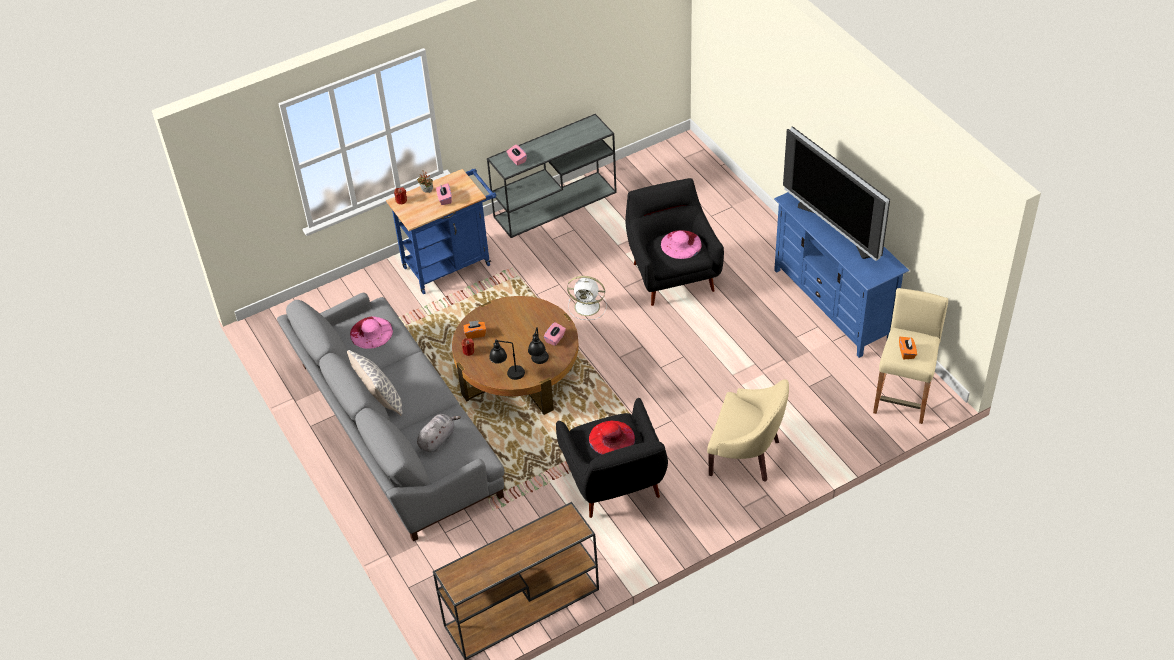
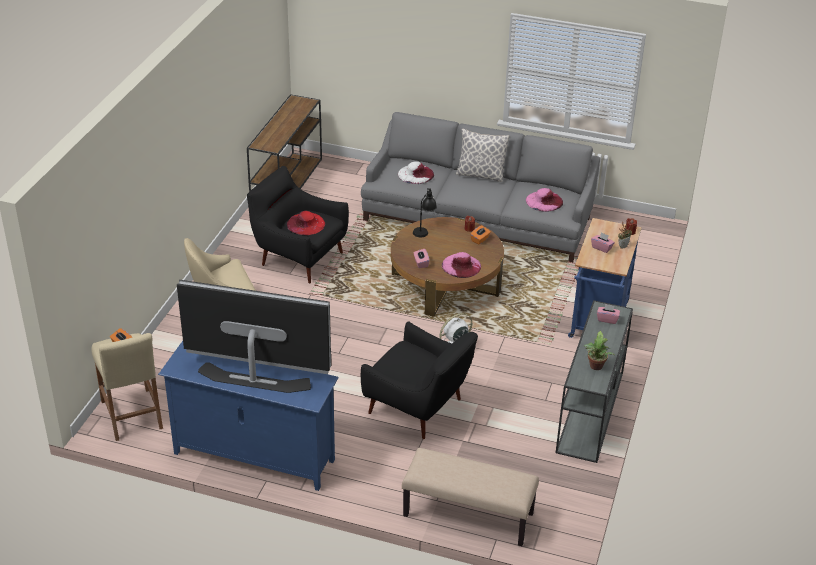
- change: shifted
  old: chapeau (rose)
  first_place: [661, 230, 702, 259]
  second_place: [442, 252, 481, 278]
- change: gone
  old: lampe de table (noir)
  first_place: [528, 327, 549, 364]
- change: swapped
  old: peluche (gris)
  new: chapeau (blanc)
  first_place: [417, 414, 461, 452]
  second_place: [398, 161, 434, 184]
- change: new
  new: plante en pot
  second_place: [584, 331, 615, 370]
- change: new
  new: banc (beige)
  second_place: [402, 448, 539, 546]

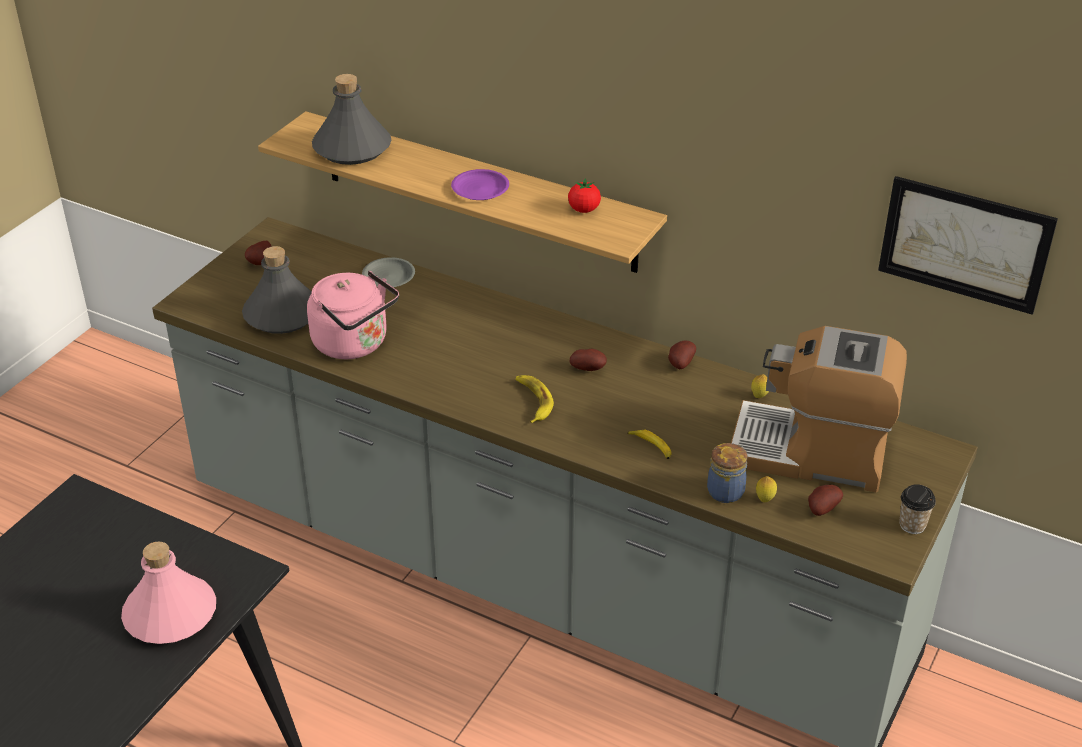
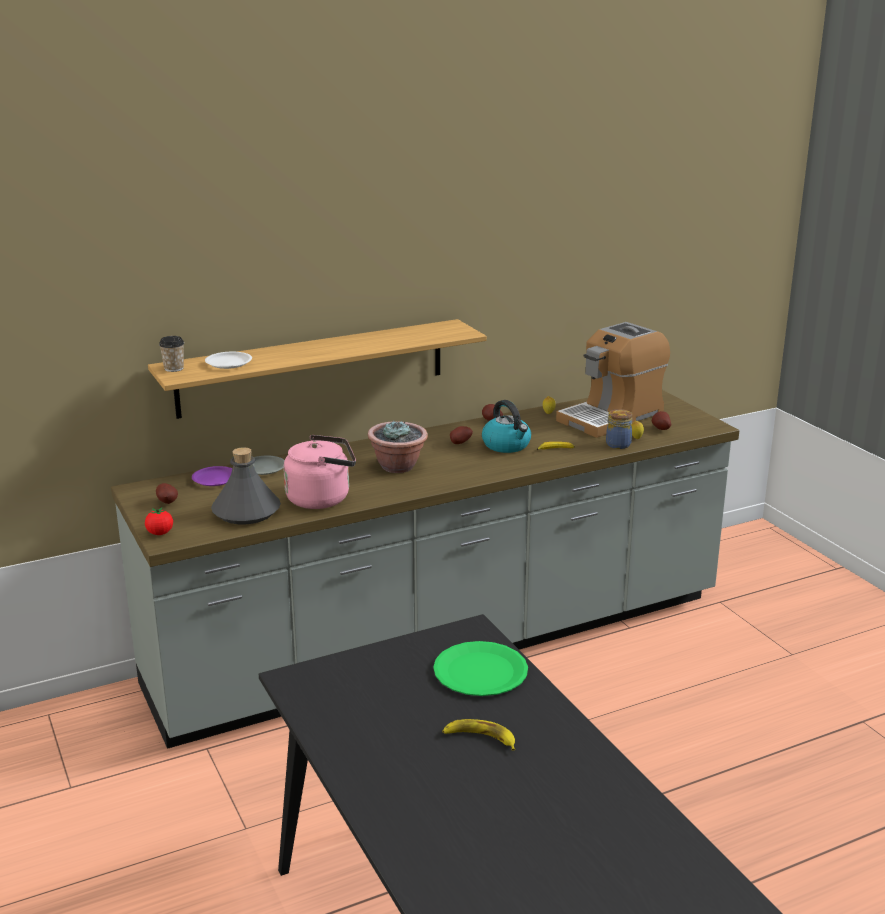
- change: swapped
  old: bouteille (gris)
  new: assiette (blanc)
  first_place: [312, 74, 392, 165]
  second_place: [205, 352, 252, 369]
- change: shifted
  old: assiette (violet)
  first_place: [451, 169, 509, 200]
  second_place: [192, 466, 233, 486]
- change: gone
  old: tableau
  first_place: [878, 176, 1058, 315]
- change: shifted
  old: tomate
  first_place: [568, 178, 601, 213]
  second_place: [145, 507, 173, 535]
- change: shifted
  old: banane
  first_place: [516, 375, 554, 423]
  second_place: [442, 719, 515, 751]
- change: shifted
  old: tasse
  first_place: [899, 484, 936, 534]
  second_place: [159, 336, 184, 372]
- change: swapped
  old: bouteille (rose)
  new: assiette (vert)
  first_place: [121, 542, 216, 644]
  second_place: [433, 641, 528, 696]
- change: new
  new: bouilloire
  second_place: [482, 400, 531, 453]
- change: new
  new: plante en pot
  second_place: [368, 420, 428, 473]

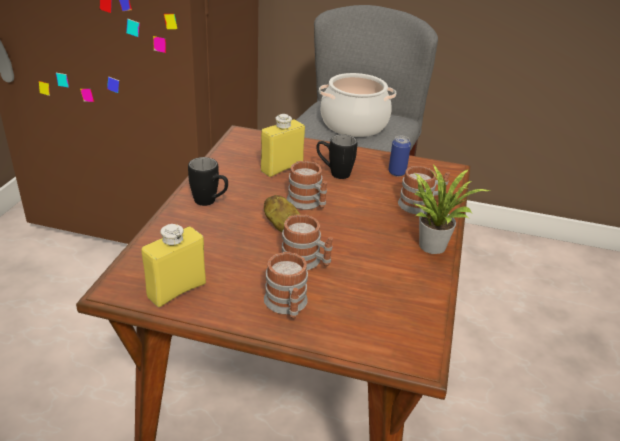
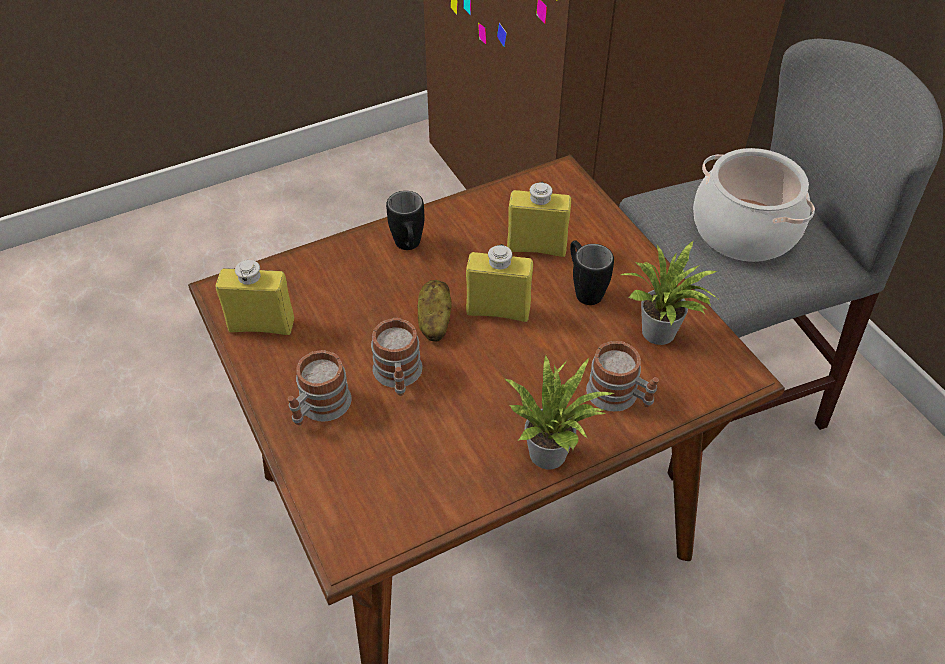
- change: swapped
  old: boîte métallique
  new: plante en pot
  first_place: [388, 136, 411, 177]
  second_place: [621, 241, 720, 345]
- change: swapped
  old: mug
  new: bouteille (jaune)
  first_place: [287, 161, 327, 210]
  second_place: [466, 244, 533, 322]

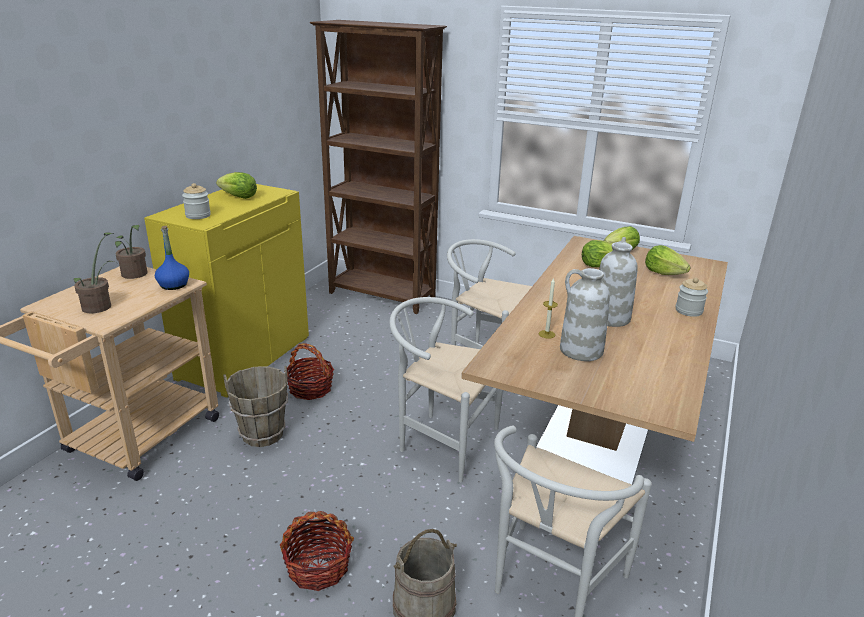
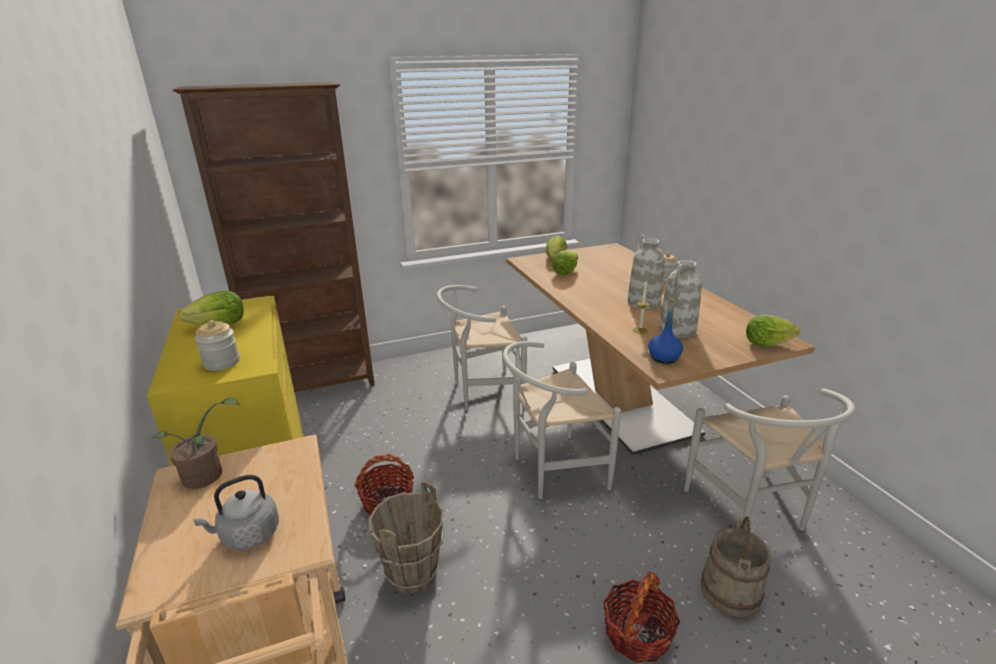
- change: shifted
  old: bouteille (bleu)
  first_place: [155, 226, 189, 290]
  second_place: [648, 298, 683, 364]
- change: swapped
  old: plante en pot
  new: bouilloire (gris)
  first_place: [74, 232, 114, 314]
  second_place: [193, 475, 279, 550]
- change: shifted
  old: laitue
  first_place: [645, 245, 690, 275]
  second_place: [746, 315, 800, 346]

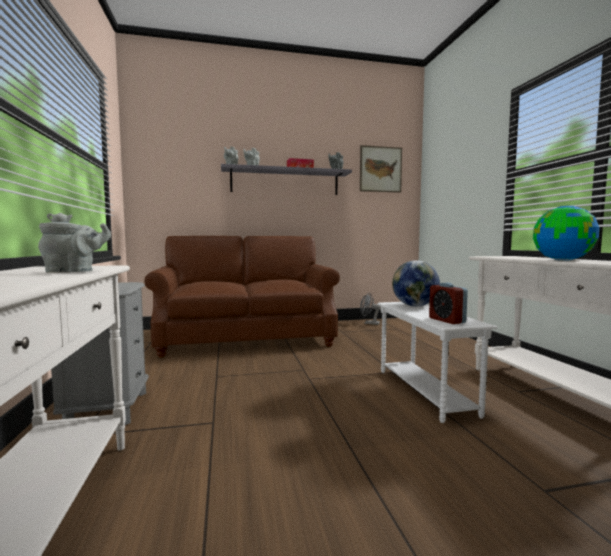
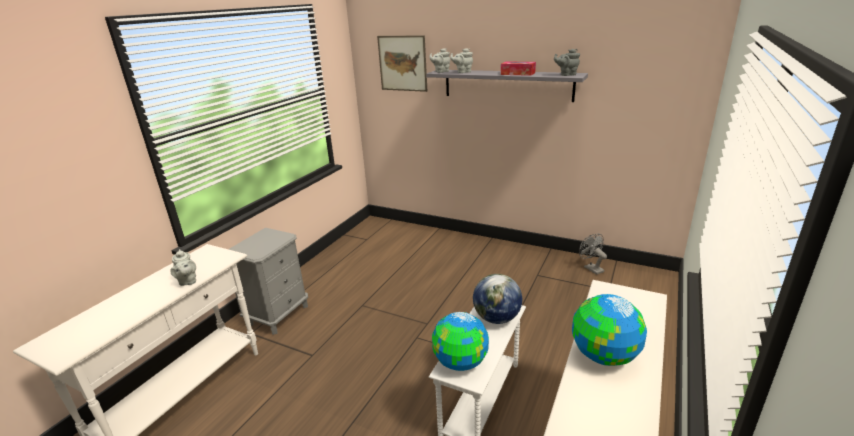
- change: shifted
  old: tableau
  first_place: [360, 145, 402, 193]
  second_place: [377, 35, 427, 92]
- change: rotated
  old: théière (gris)
  first_place: [38, 213, 111, 273]
  second_place: [170, 249, 196, 286]
  degrees: 45
- change: gone
  old: canapé (marron)
  first_place: [144, 236, 340, 357]
- change: swapped
  old: réveil
  new: globe
  first_place: [429, 283, 468, 324]
  second_place: [432, 312, 489, 371]

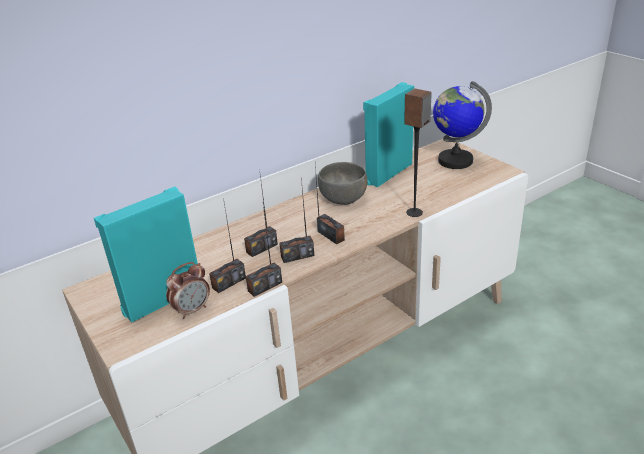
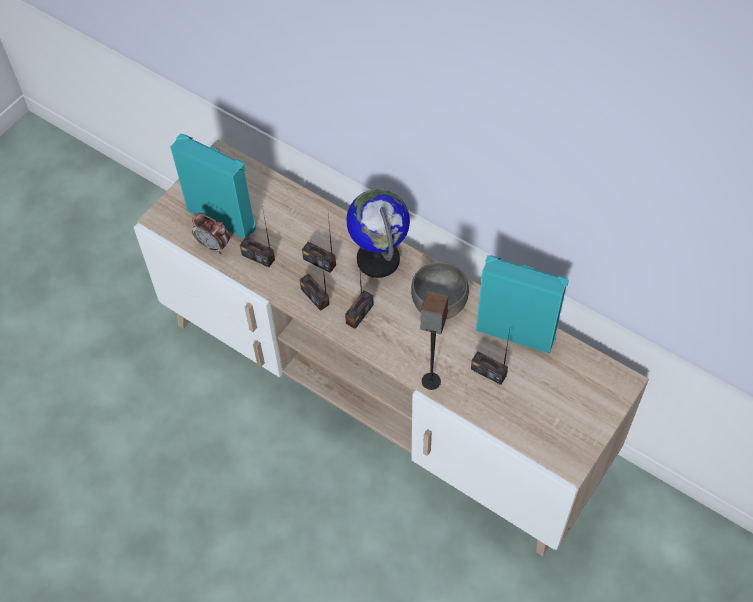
- change: shifted
  old: globe
  first_place: [433, 81, 492, 169]
  second_place: [347, 189, 410, 278]
- change: shifted
  old: radio
  first_place: [246, 206, 282, 297]
  second_place: [471, 330, 510, 385]

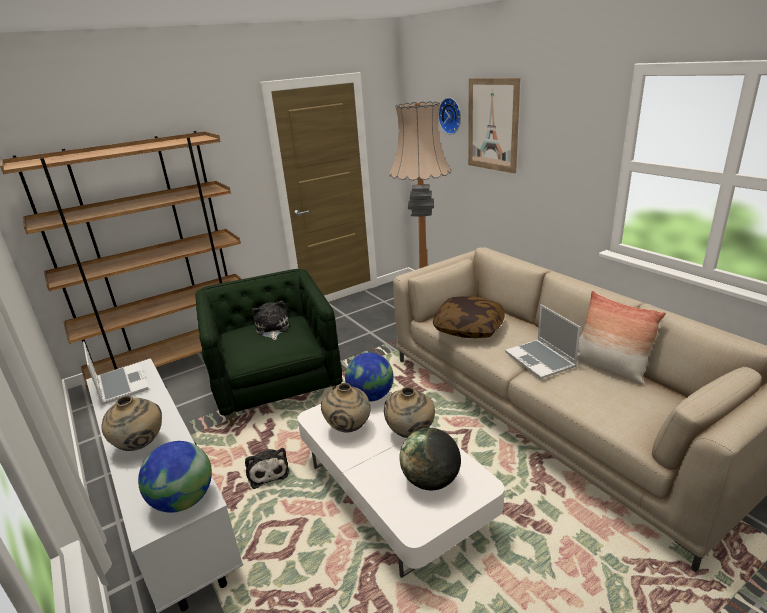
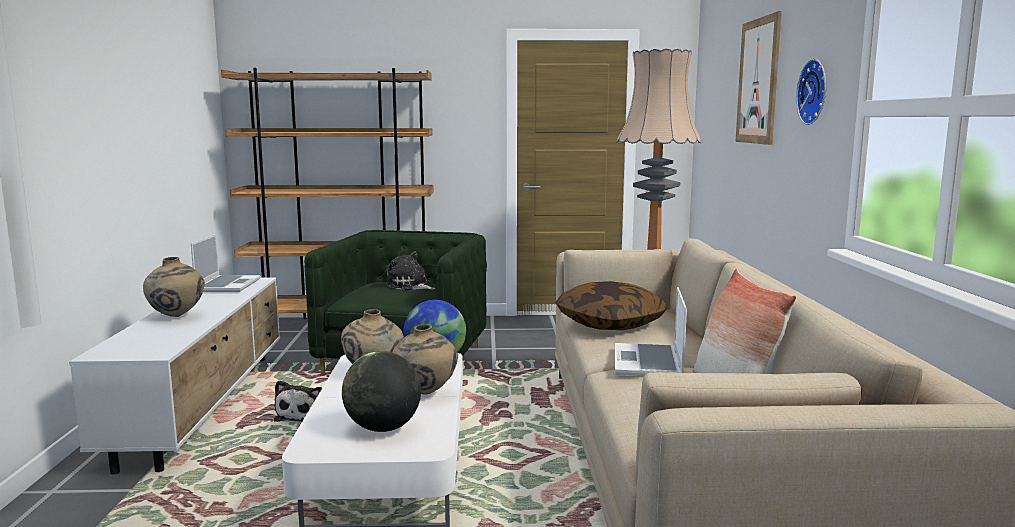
- change: shifted
  old: horloge murale
  first_place: [438, 98, 461, 134]
  second_place: [796, 59, 826, 125]
- change: rotated
  old: peluche
  first_place: [252, 301, 289, 340]
  second_place: [386, 251, 435, 290]
  degrees: -75
- change: gone
  old: globe
  first_place: [138, 441, 212, 513]

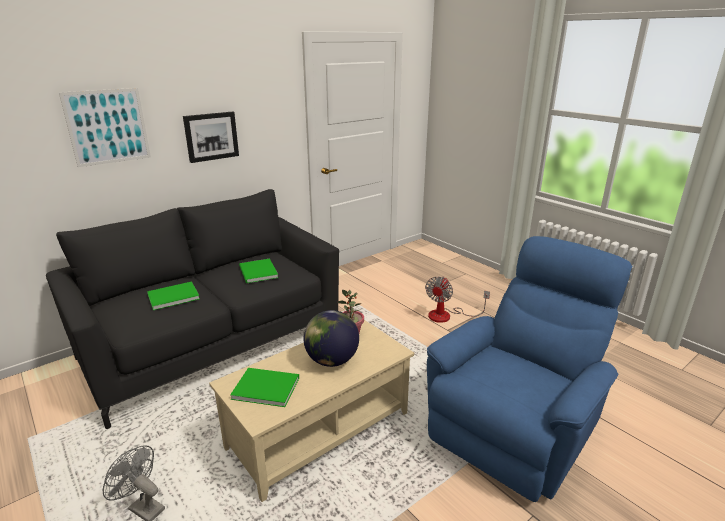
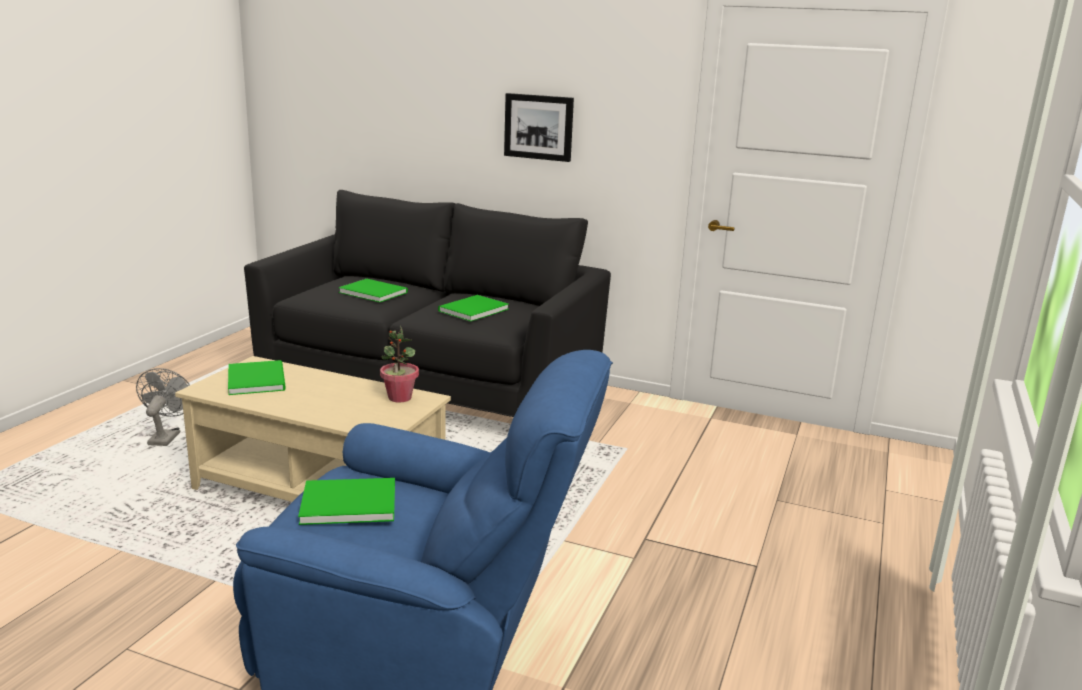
- change: gone
  old: tableau
  first_place: [59, 88, 151, 167]
- change: gone
  old: ventilateur
  first_place: [425, 277, 490, 323]
- change: gone
  old: globe
  first_place: [303, 310, 359, 367]
- change: new
  new: livre (vert)
  second_place: [298, 478, 395, 525]

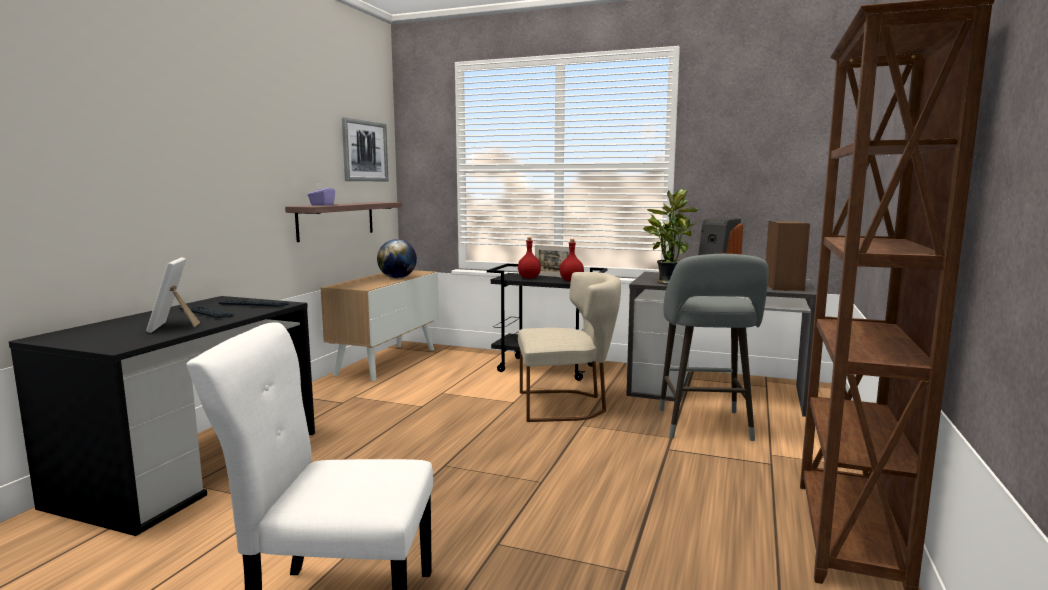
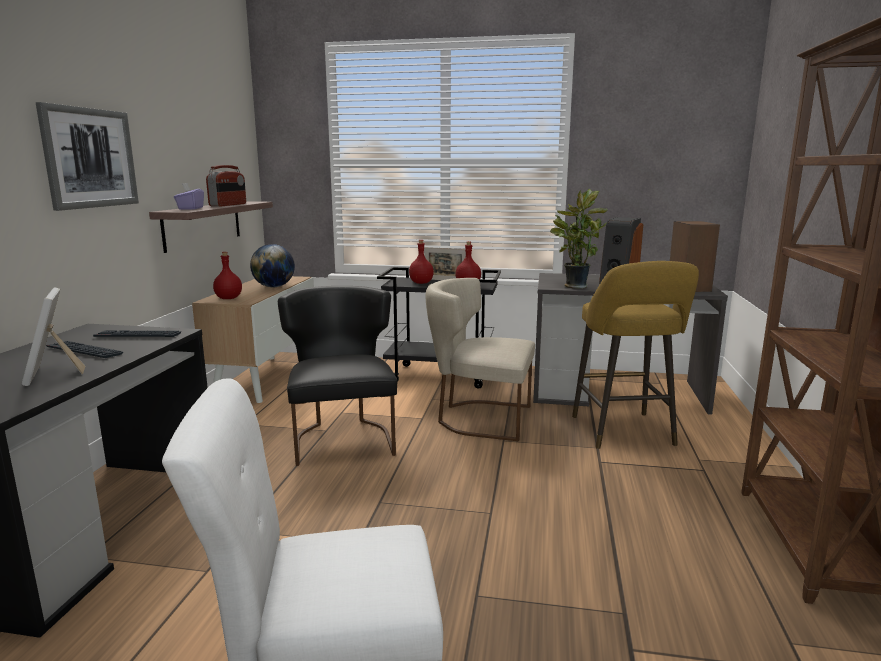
- change: shifted
  old: tableau
  first_place: [342, 117, 388, 181]
  second_place: [36, 102, 139, 211]
- change: repainted
  old: tabouret (gris)
  new: tabouret (jaune)
  first_place: [659, 254, 769, 441]
  second_place: [572, 261, 699, 449]
- change: rotated
  old: chaise (beige)
  first_place: [518, 272, 621, 422]
  second_place: [426, 278, 535, 441]
  degrees: -150
- change: new
  new: radio
  second_place: [206, 165, 246, 207]
- change: new
  new: bouteille (rouge)
  second_place: [213, 252, 242, 299]
- change: new
  new: chaise (noir)
  second_place: [278, 286, 397, 466]

